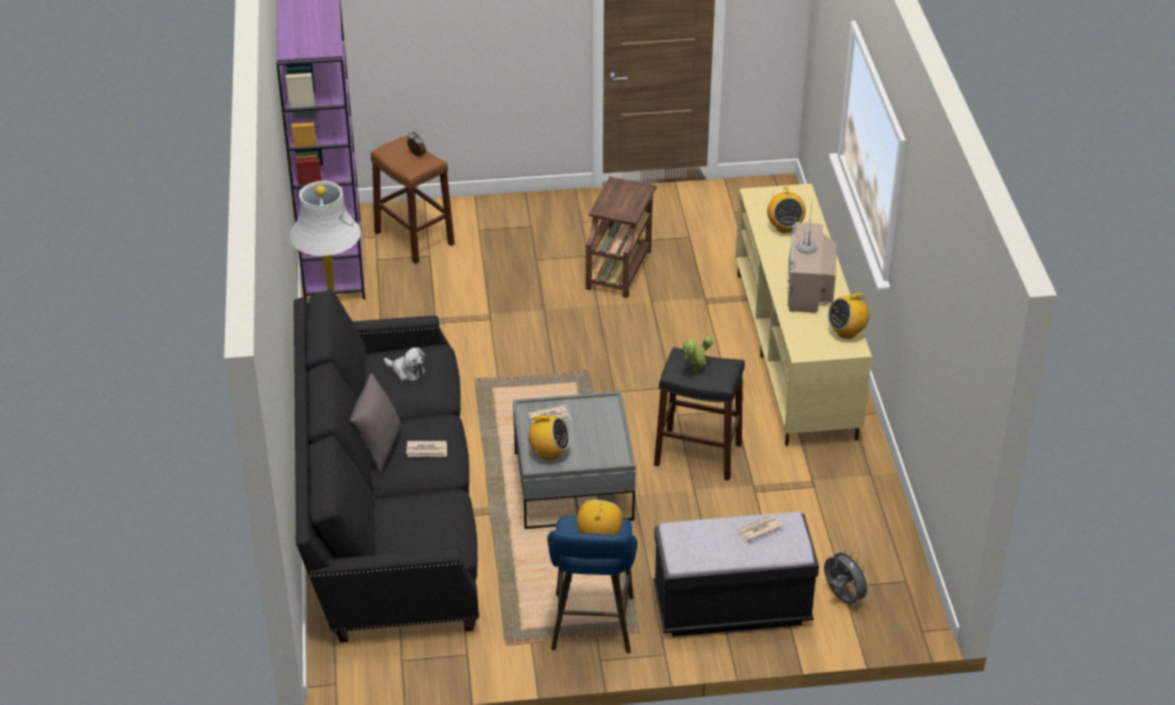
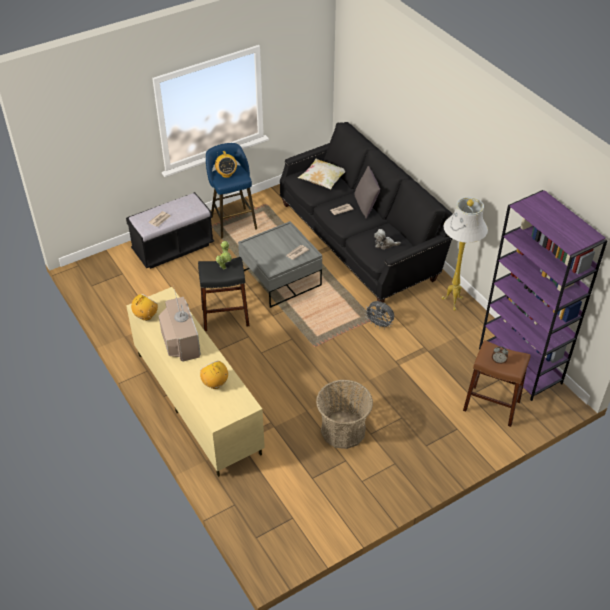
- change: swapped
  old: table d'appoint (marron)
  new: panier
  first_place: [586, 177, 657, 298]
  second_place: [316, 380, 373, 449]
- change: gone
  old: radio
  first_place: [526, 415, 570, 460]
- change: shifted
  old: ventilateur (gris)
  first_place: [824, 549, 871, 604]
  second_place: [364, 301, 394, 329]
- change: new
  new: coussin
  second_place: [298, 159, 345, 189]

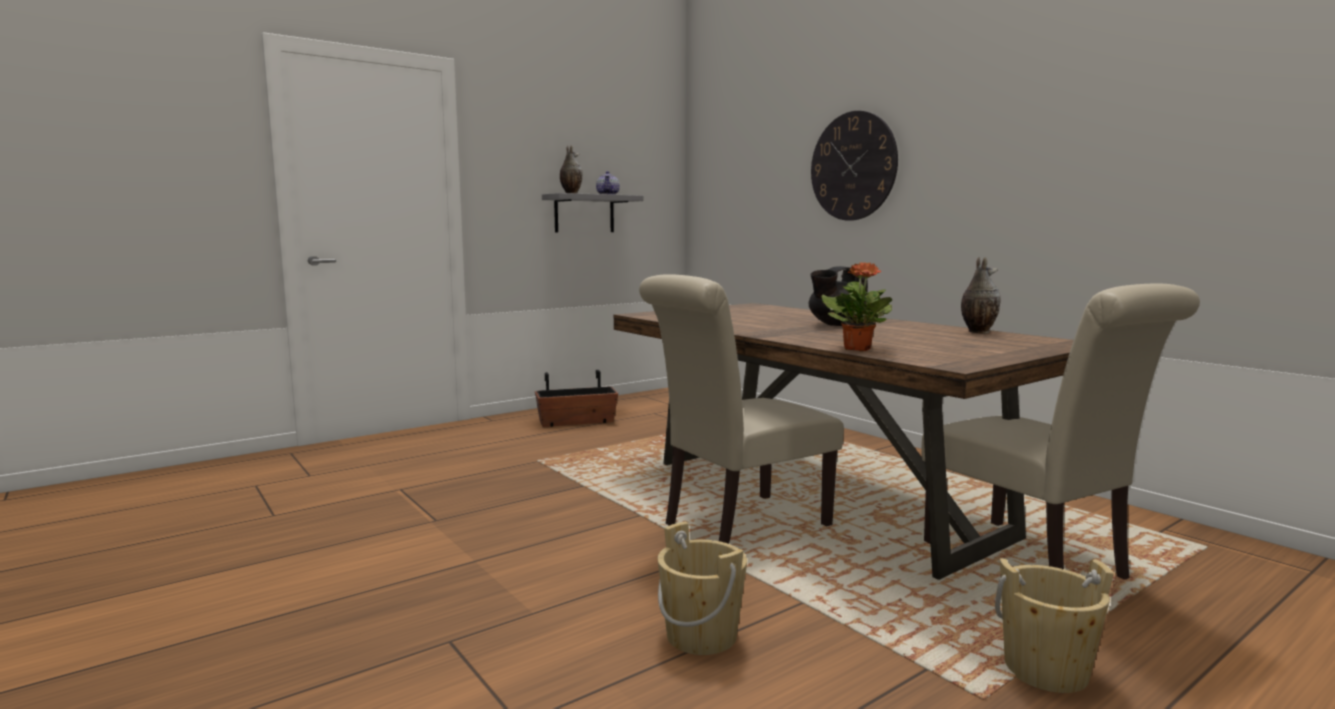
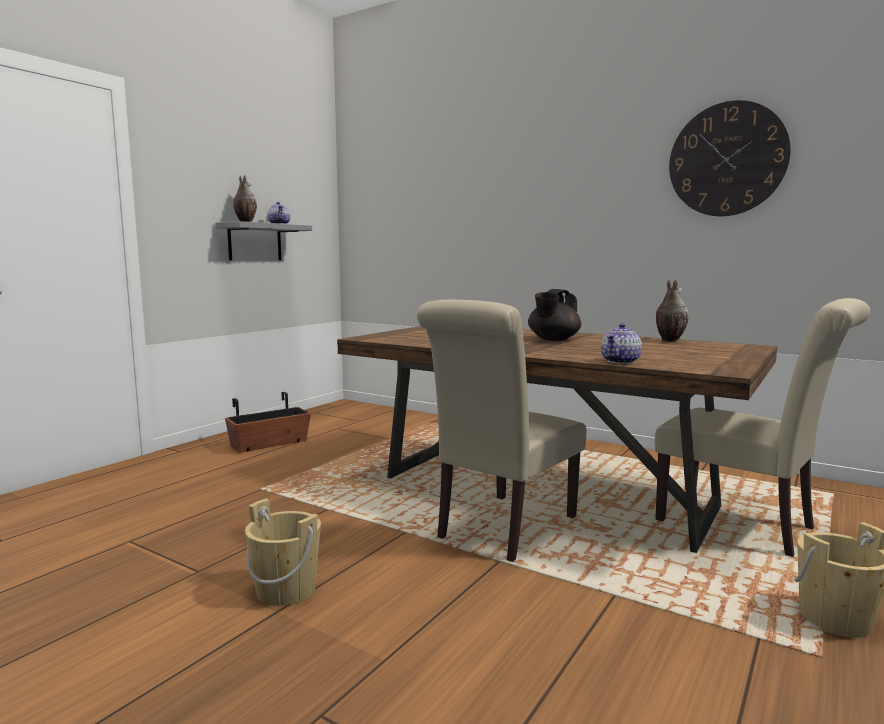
- change: shifted
  old: horloge murale
  first_place: [811, 111, 898, 221]
  second_place: [669, 100, 791, 216]
- change: swapped
  old: plante en pot
  new: théière
  first_place: [821, 262, 892, 351]
  second_place: [601, 323, 642, 364]
- change: shifted
  old: seau (beige)
  first_place: [658, 521, 747, 655]
  second_place: [245, 498, 321, 606]

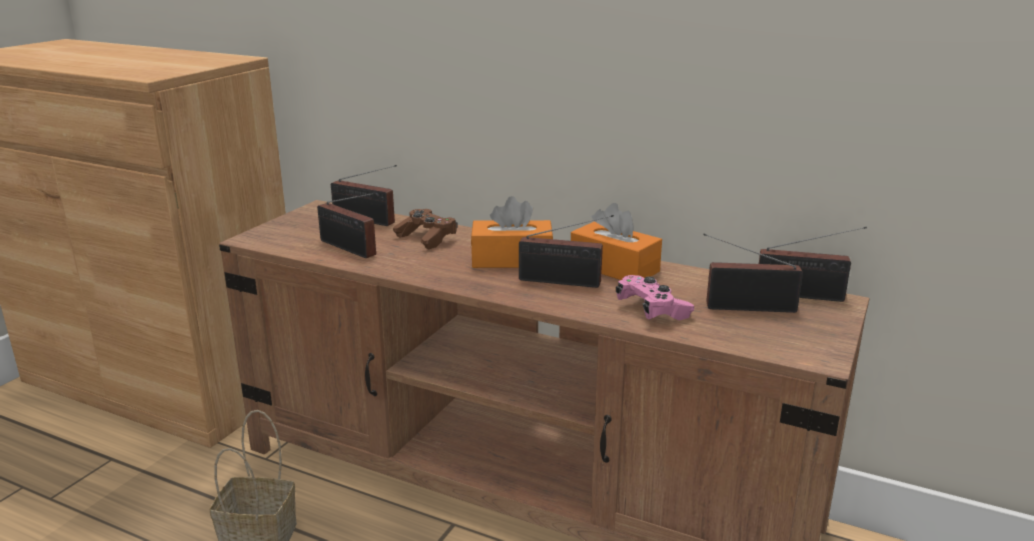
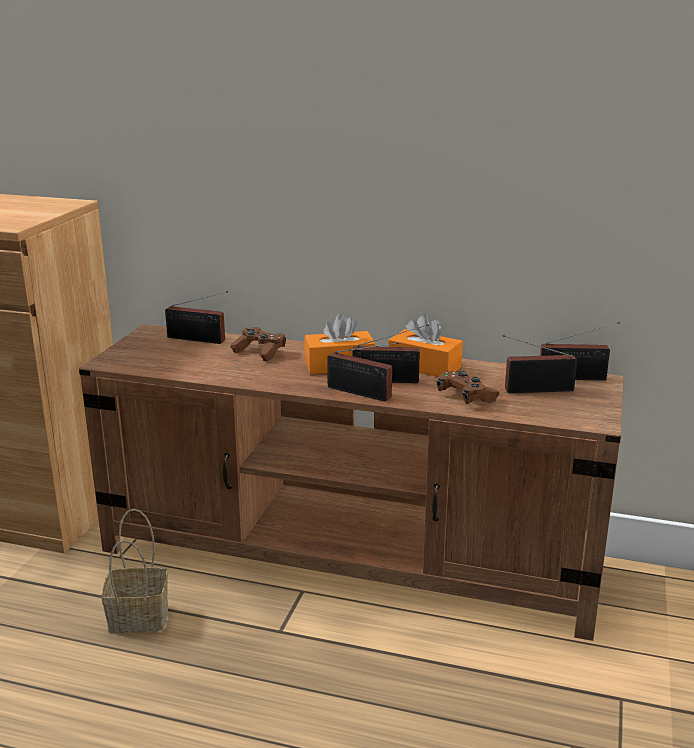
- change: shifted
  old: radio
  first_place: [317, 193, 376, 258]
  second_place: [327, 342, 399, 402]
- change: repainted
  old: manette (rose)
  new: manette (marron)
  first_place: [616, 275, 694, 321]
  second_place: [437, 371, 499, 404]

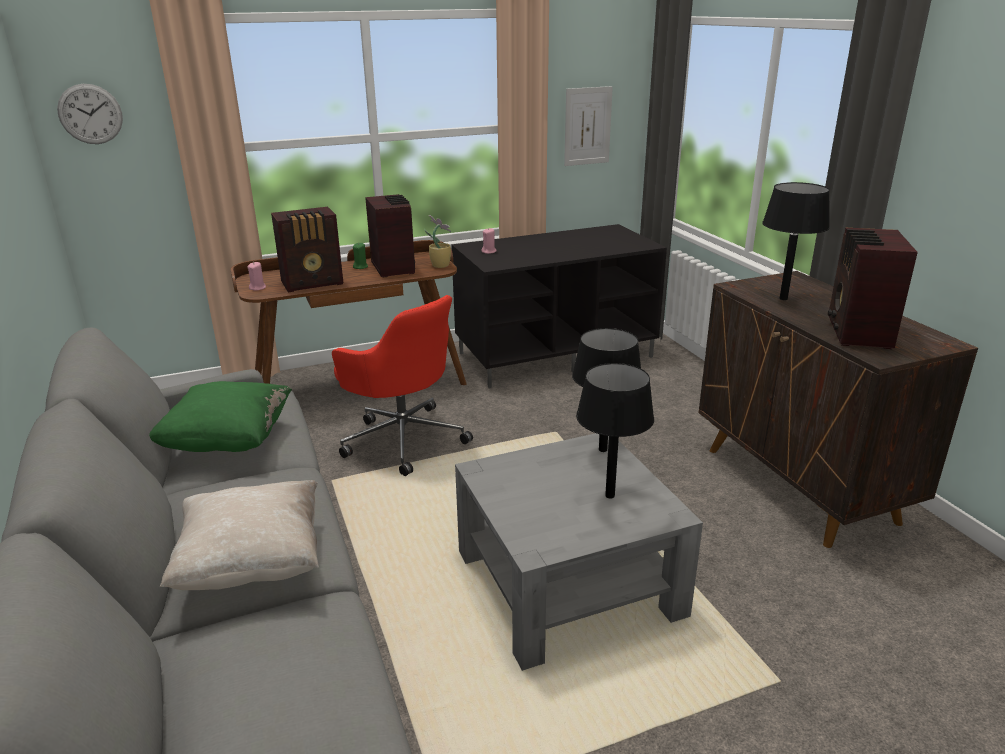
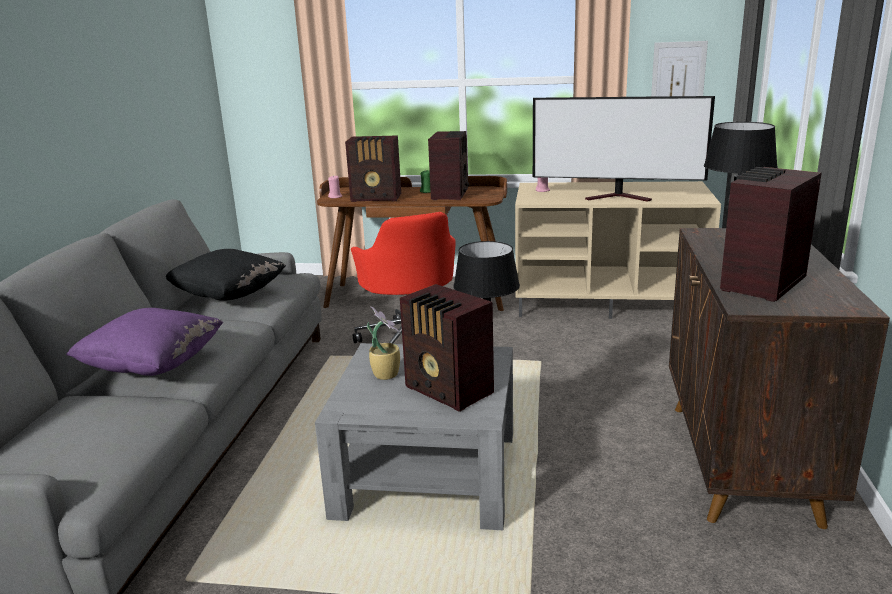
- change: gone
  old: horloge murale
  first_place: [57, 84, 123, 144]
- change: shifted
  old: plante en pot
  first_place: [424, 215, 451, 268]
  second_place: [367, 306, 400, 380]
- change: repainted
  old: meuble télé (noir)
  new: meuble télé (beige)
  first_place: [451, 224, 667, 388]
  second_place: [515, 181, 721, 319]
- change: swapped
  old: lampe de table (noir)
  new: radio
  first_place: [576, 363, 654, 499]
  second_place: [400, 284, 494, 412]
- change: repainted
  old: coussin (vert)
  new: coussin (noir)
  first_place: [149, 381, 292, 452]
  second_place: [166, 249, 286, 301]
- change: repainted
  old: coussin (beige)
  new: coussin (violet)
  first_place: [160, 480, 319, 590]
  second_place: [66, 308, 223, 376]
- change: new
  new: téléviseur
  second_place: [533, 96, 715, 202]

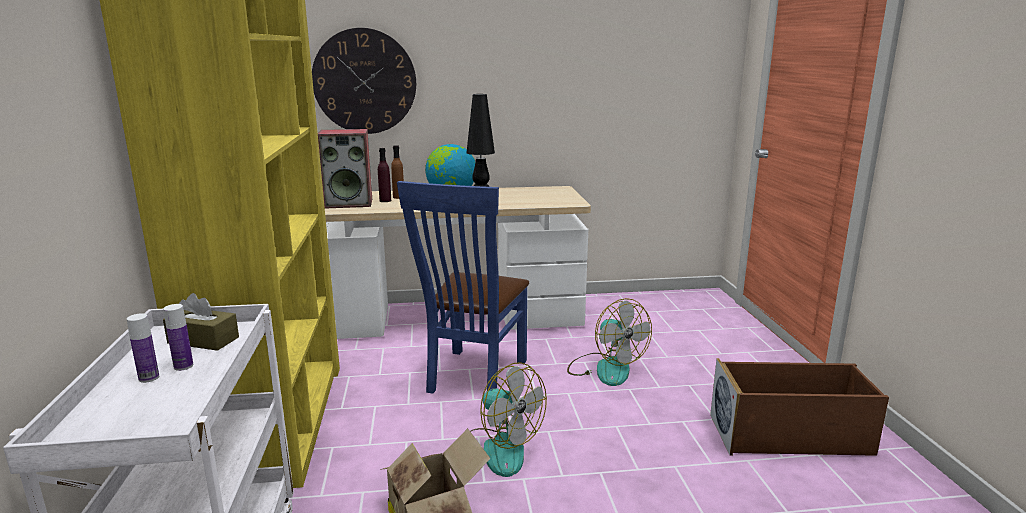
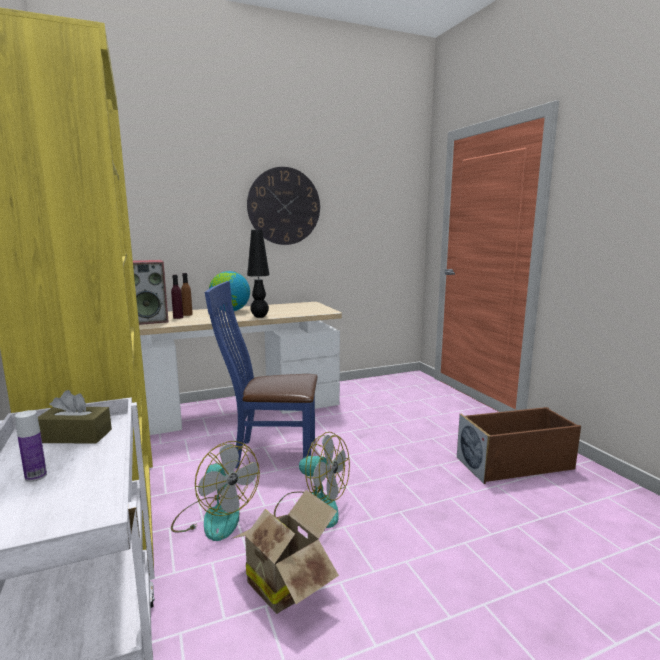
- change: shifted
  old: horloge murale
  first_place: [312, 28, 416, 134]
  second_place: [247, 167, 320, 245]
- change: rotated
  old: chaise (bleu)
  first_place: [397, 181, 529, 394]
  second_place: [205, 281, 317, 468]
  degrees: 90
- change: shifted
  old: ventilateur
  first_place: [567, 298, 652, 386]
  second_place: [171, 441, 260, 541]
- change: gone
  old: bouteille
  first_place: [163, 304, 193, 371]

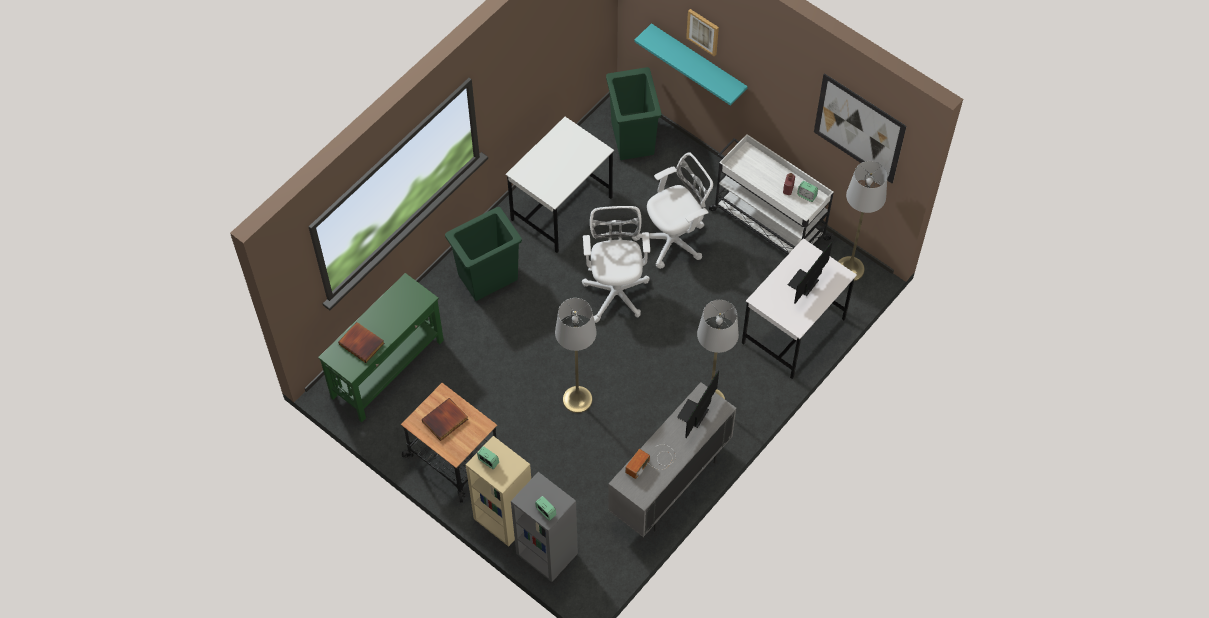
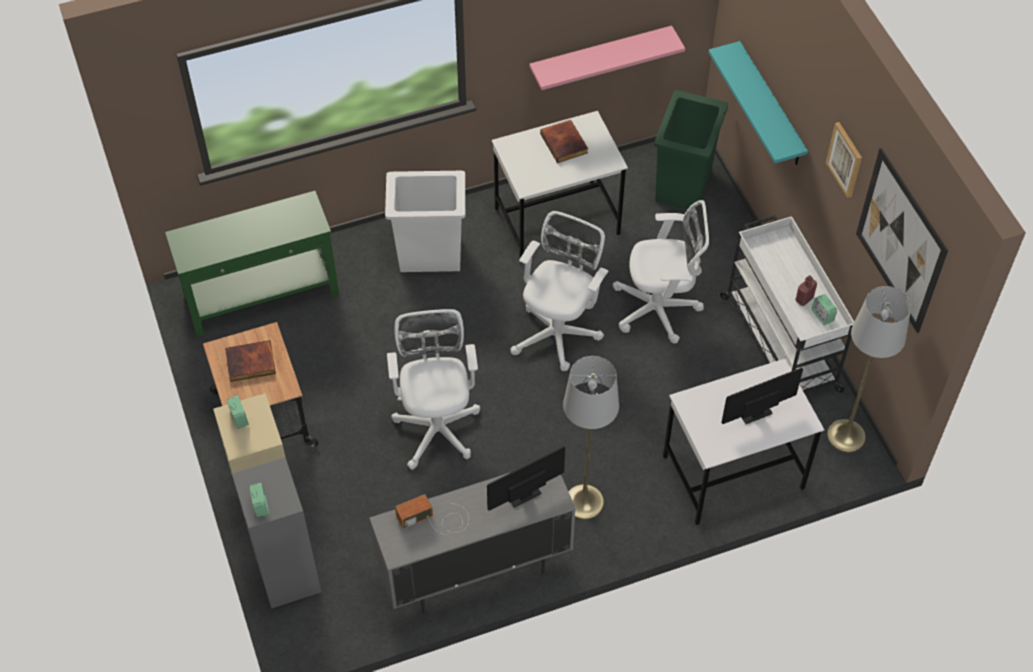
- change: shifted
  old: tableau
  first_place: [686, 9, 719, 57]
  second_place: [826, 122, 862, 198]
- change: repainted
  old: poubelle (vert)
  new: poubelle (blanc)
  first_place: [445, 207, 522, 301]
  second_place: [385, 171, 465, 272]
- change: swapped
  old: lampadaire (gris)
  new: chaise de bureau (blanc)
  first_place: [555, 298, 597, 413]
  second_place: [387, 309, 480, 470]
- change: shifted
  old: livre
  first_place: [338, 322, 384, 363]
  second_place: [540, 120, 588, 163]
- change: new
  new: étagère (rose)
  second_place: [530, 26, 685, 90]

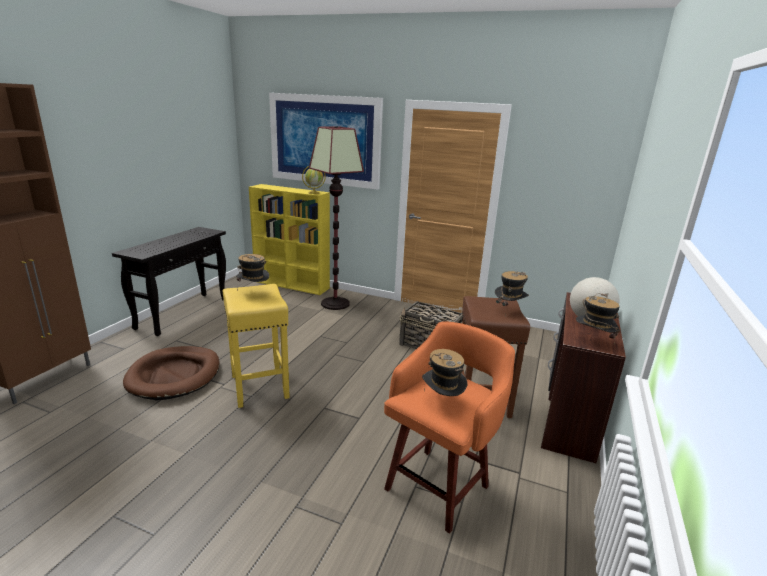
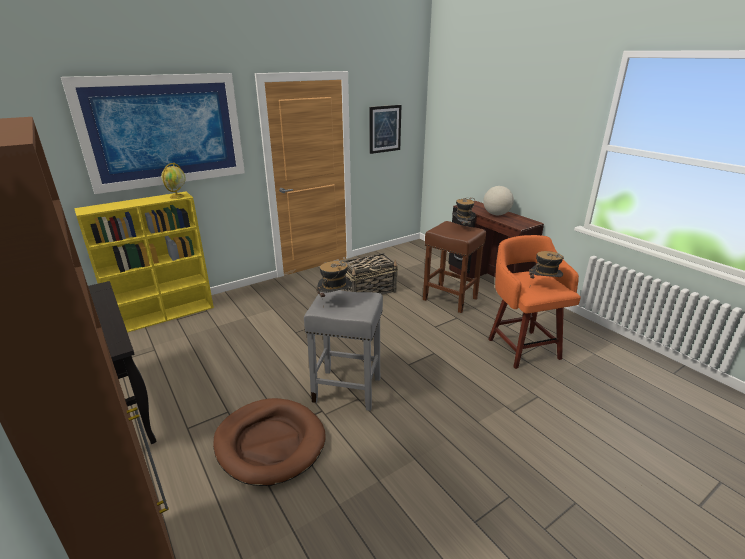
- change: gone
  old: lampadaire
  first_place: [309, 126, 364, 310]
- change: repainted
  old: tabouret (jaune)
  new: tabouret (gris)
  first_place: [223, 284, 290, 408]
  second_place: [304, 290, 383, 411]
- change: gone
  old: chapeau
  first_place: [576, 293, 620, 344]
- change: new
  new: tableau
  second_place: [369, 105, 401, 154]

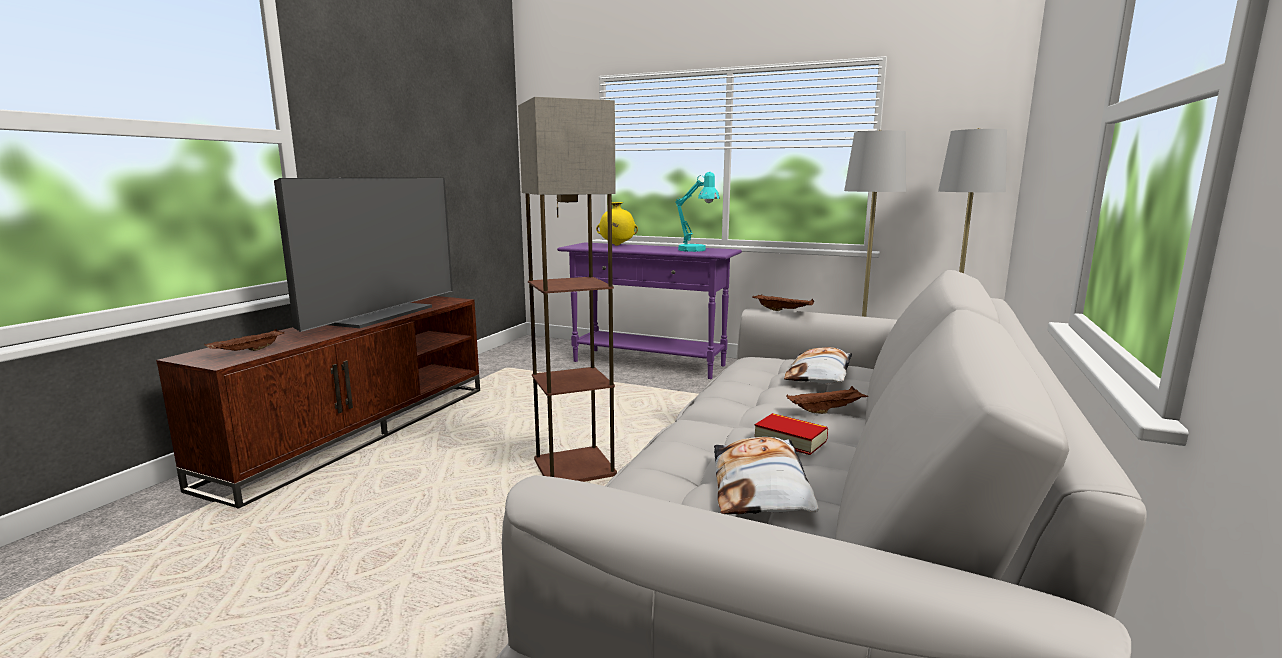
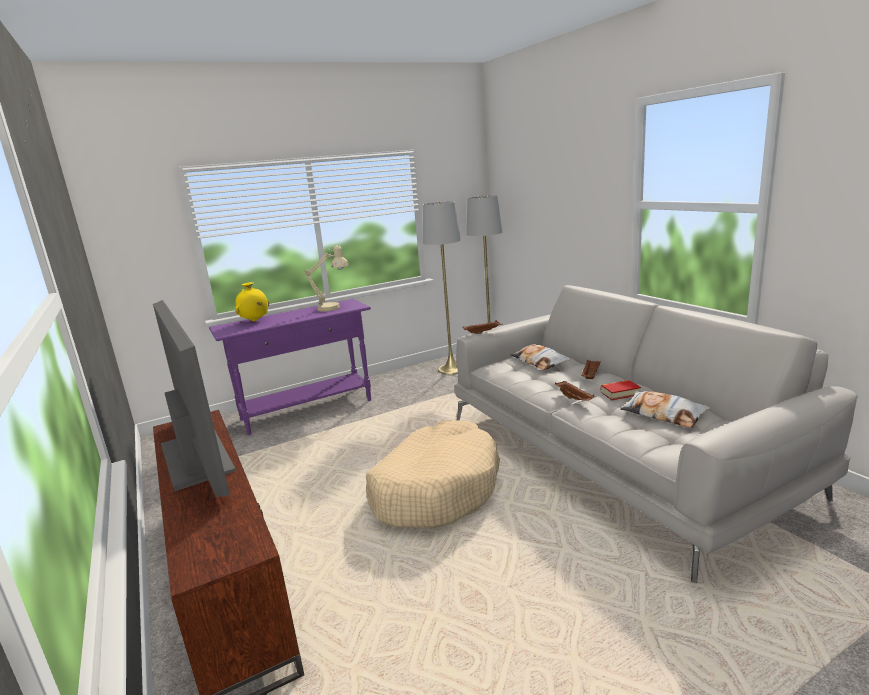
- change: swapped
  old: lampadaire
  new: panier pour chien (beige)
  first_place: [518, 97, 617, 482]
  second_place: [366, 420, 500, 528]
- change: repainted
  old: lampe de table (turquoise)
  new: lampe de table (beige)
  first_place: [675, 172, 720, 252]
  second_place: [304, 245, 349, 312]
- change: shifted
  old: plateau (marron)
  first_place: [204, 329, 284, 351]
  second_place: [555, 381, 594, 401]

